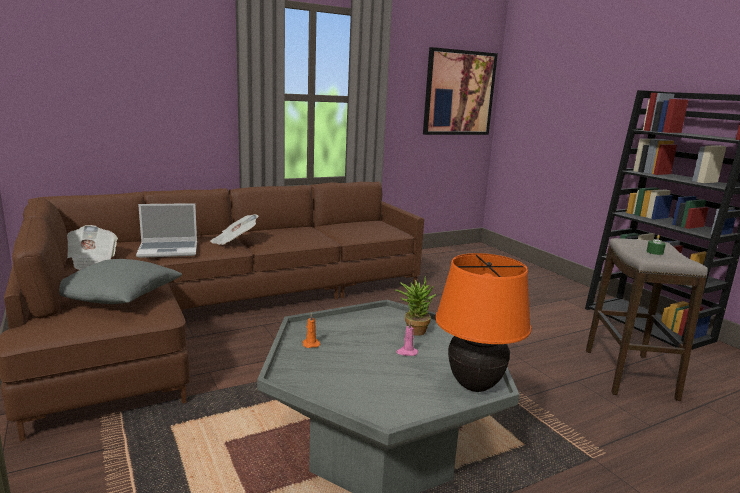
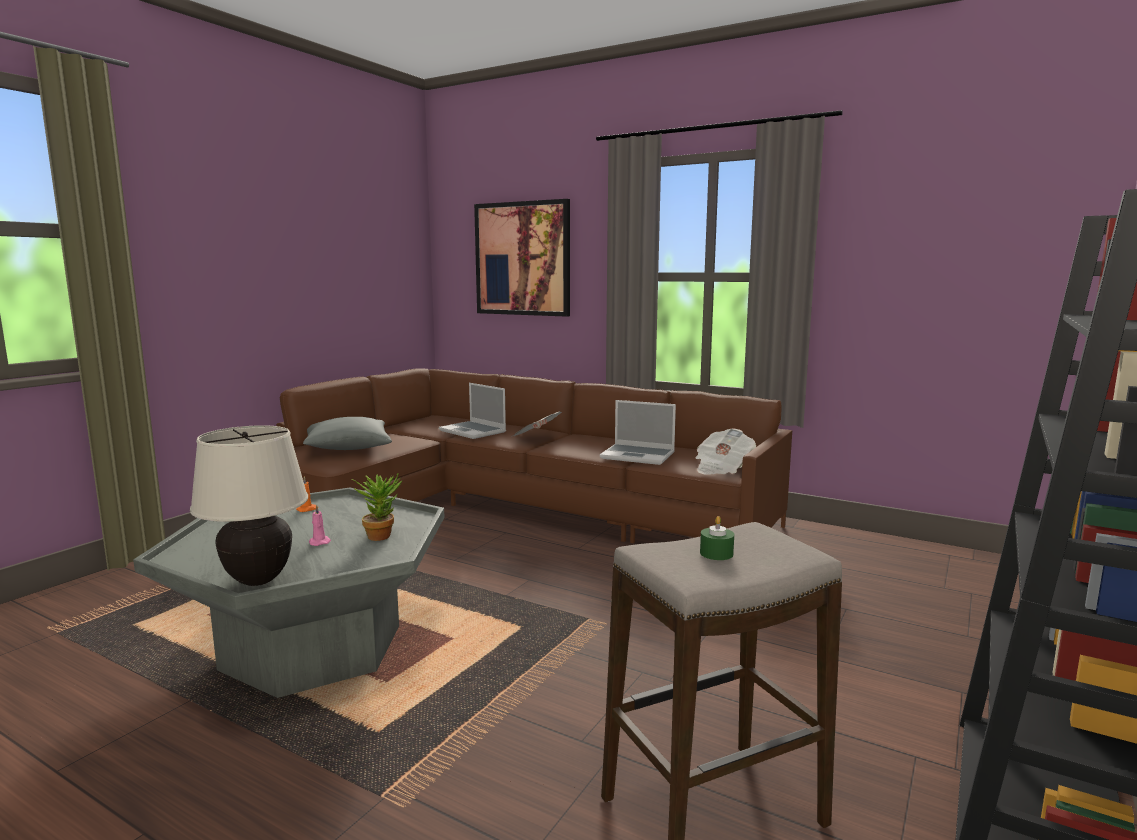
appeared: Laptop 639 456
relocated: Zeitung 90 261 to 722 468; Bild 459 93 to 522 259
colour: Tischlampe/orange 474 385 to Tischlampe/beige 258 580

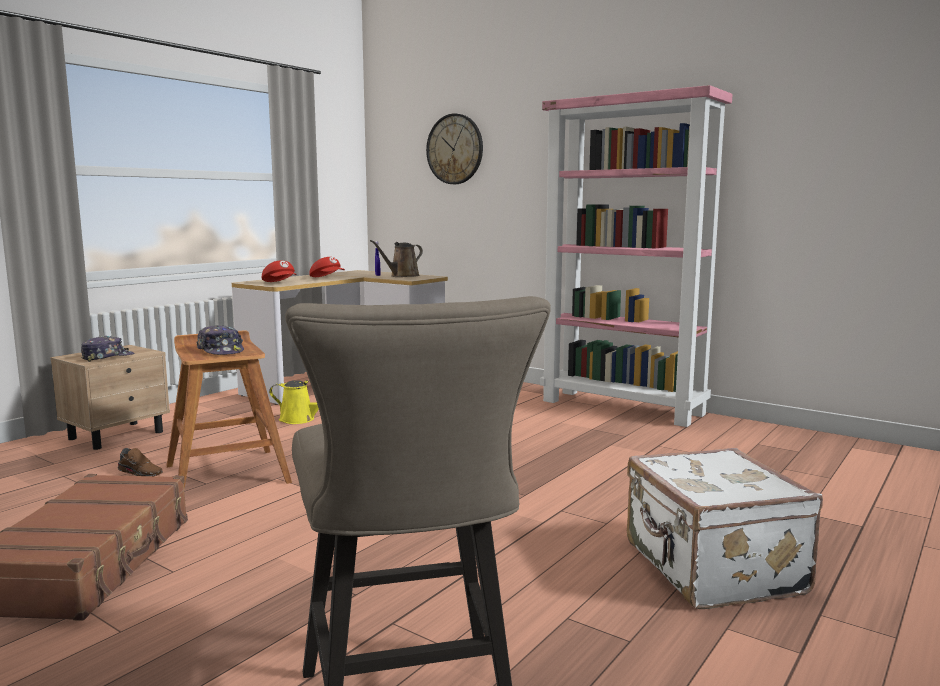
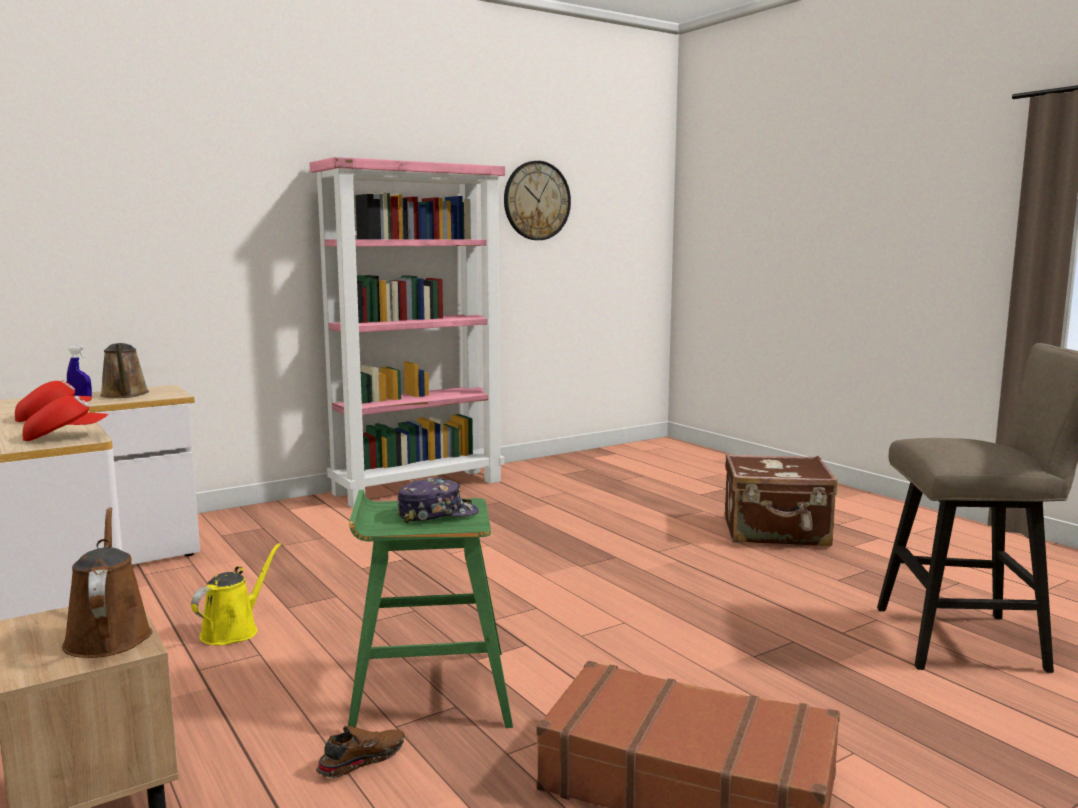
relocated: Wanduhr 455 149 to 536 200
exchanged: Kappe 107 357 to Gießkanne/braun 108 635
colour: Hocker/braun 227 473 to Hocker/grün 428 691; Koffer/weiß 711 569 to Koffer/braun 776 533

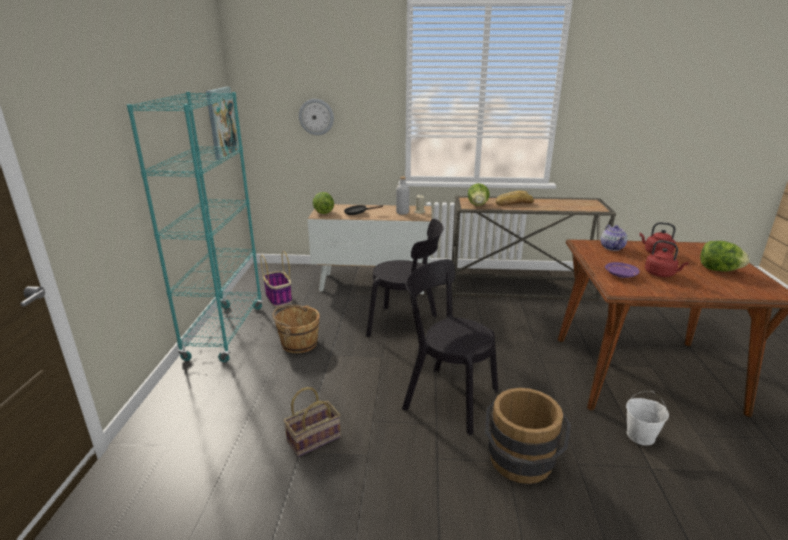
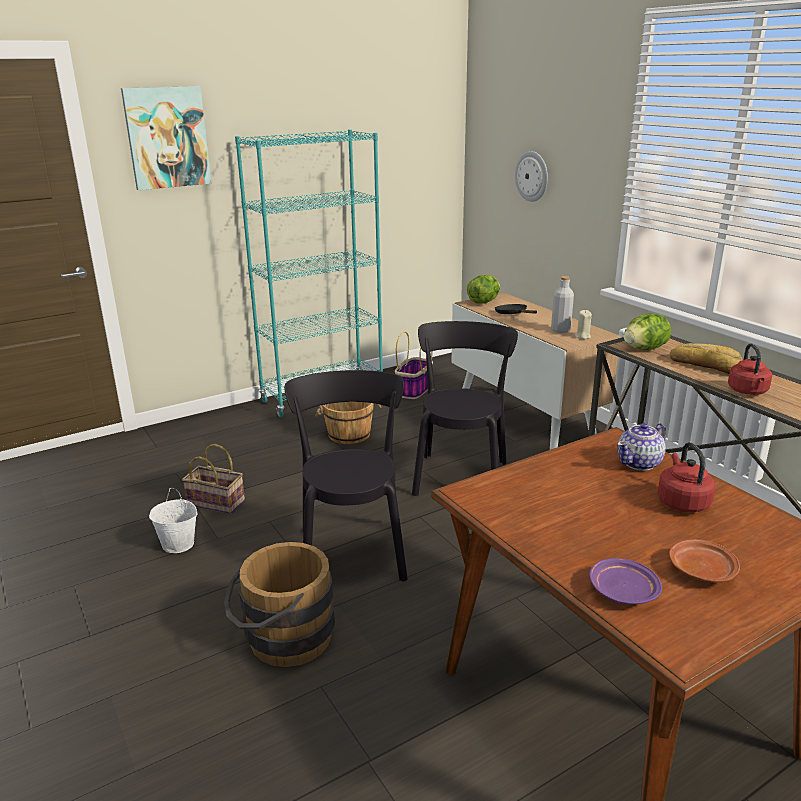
relocated: Bild 221 122 to 167 137; Teller/lila 620 275 to 622 591; Eimer/weiß 641 435 to 179 544; Wasserkessel/rot 661 274 to 748 391
exchanged: Salatkopf 718 270 to Teller/braun 701 570
spun: Stuhl/schwarz 406 326 = 461 475 150 degrees counterclockwise

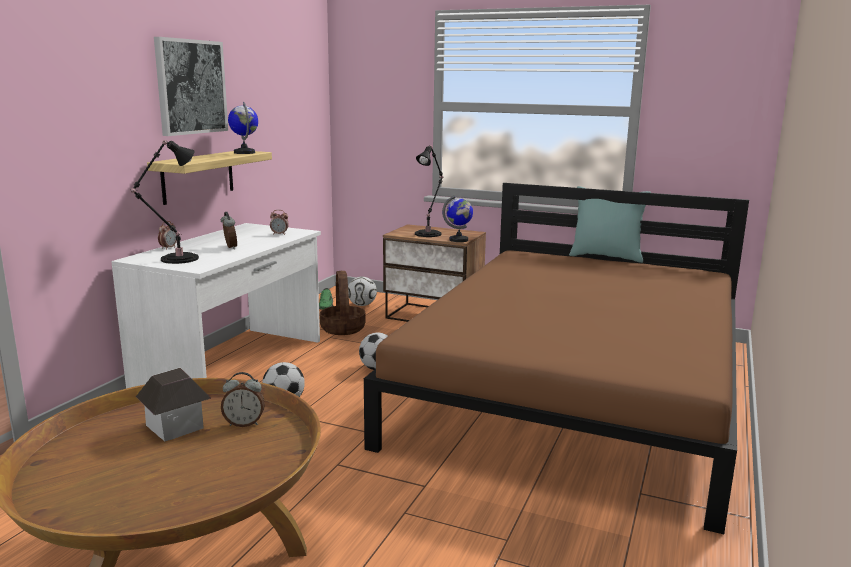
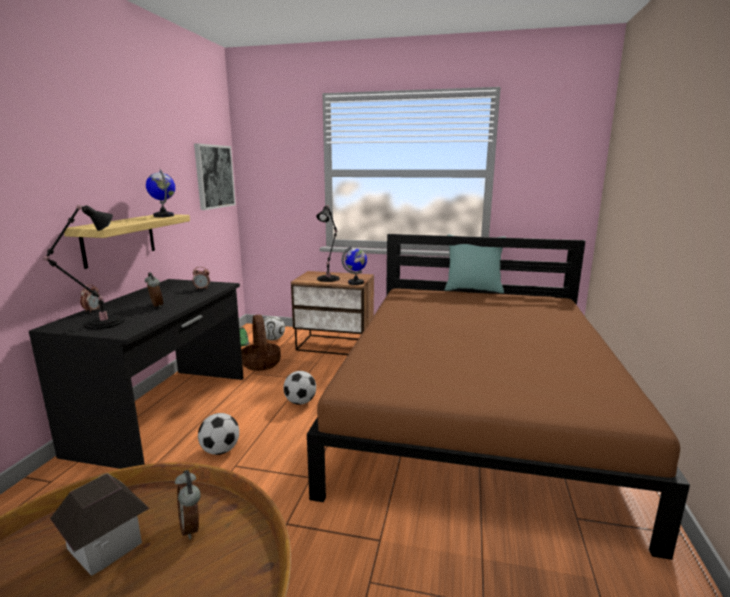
relocated: Bild 191 87 to 214 176
colour: Schreibtisch/weiß 234 365 to Schreibtisch/schwarz 166 412
spun: Wecker 244 423 = 192 527 75 degrees clockwise

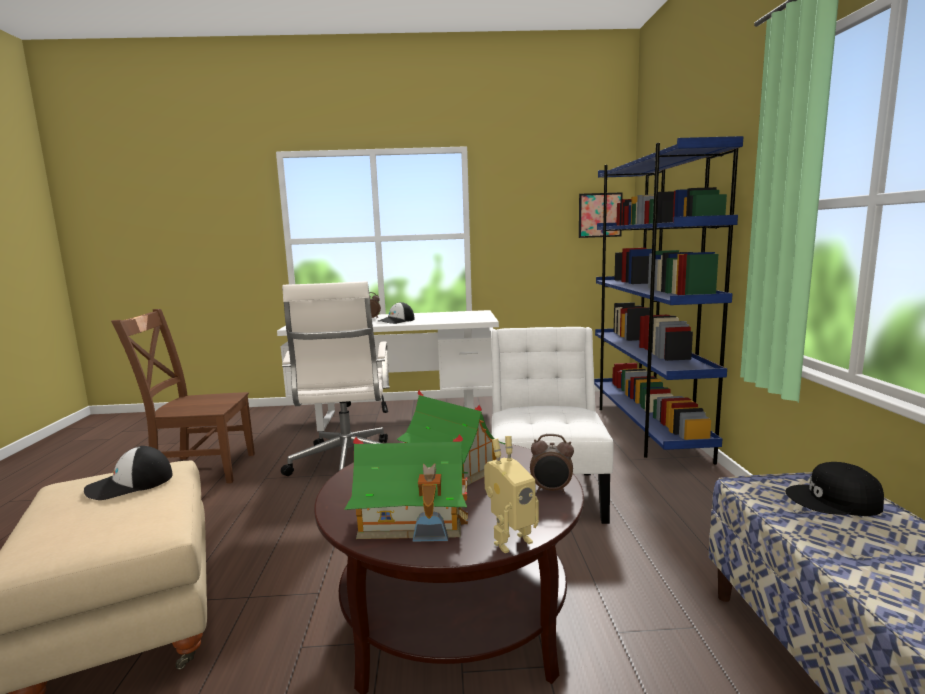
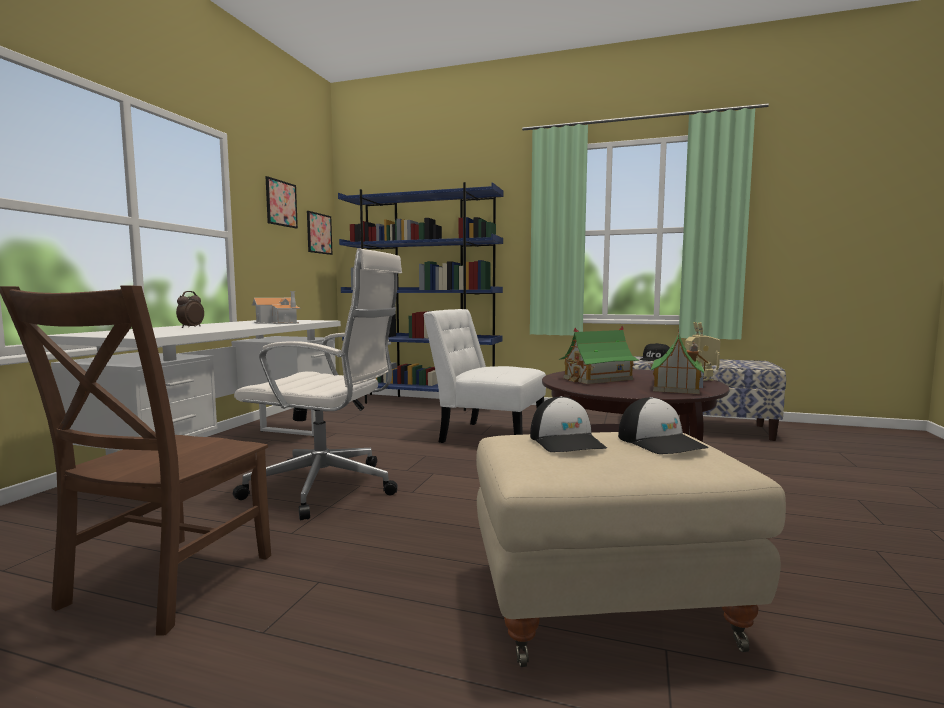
missing: Wecker 551 490
appeared: Spielzeughaus 279 323; Bild 281 203
relocated: Kappe 396 321 to 661 442

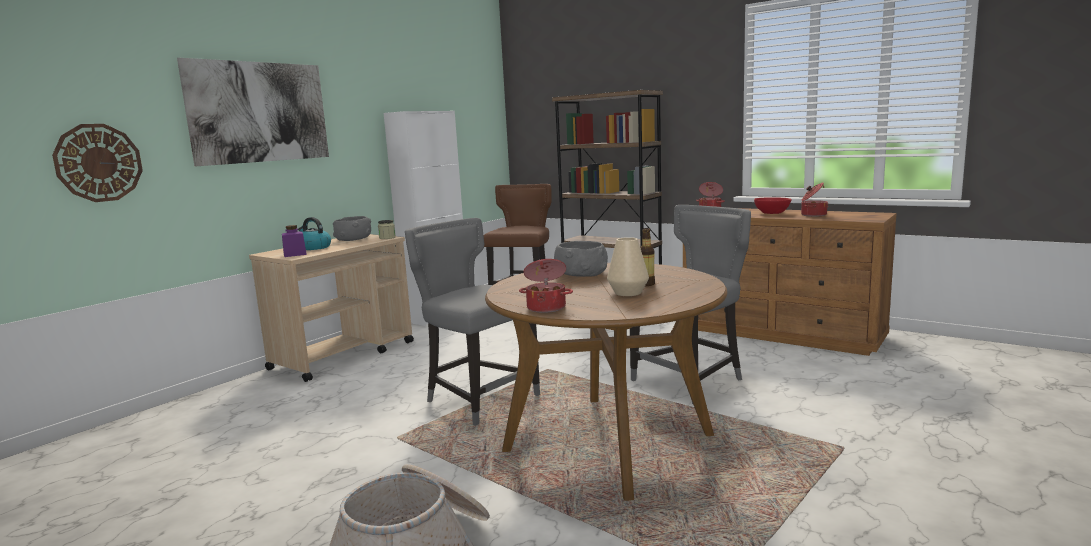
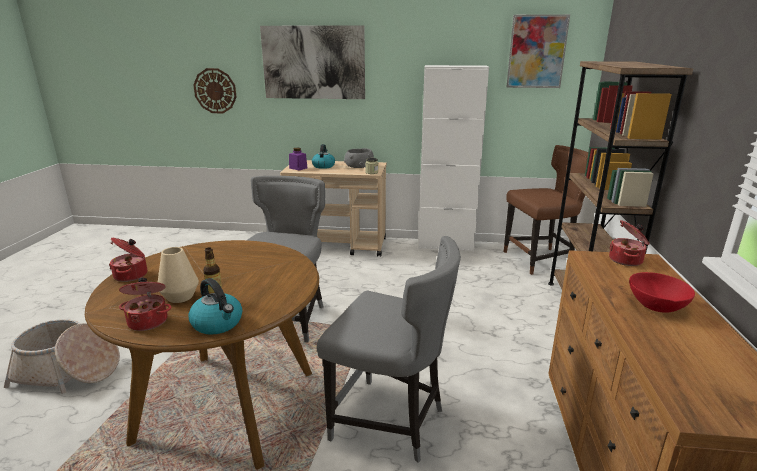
missing: Schüssel/grau 581 274
appeared: Wasserkessel 218 323; Bild 536 52
relocated: Kochtopf 813 215 to 149 321

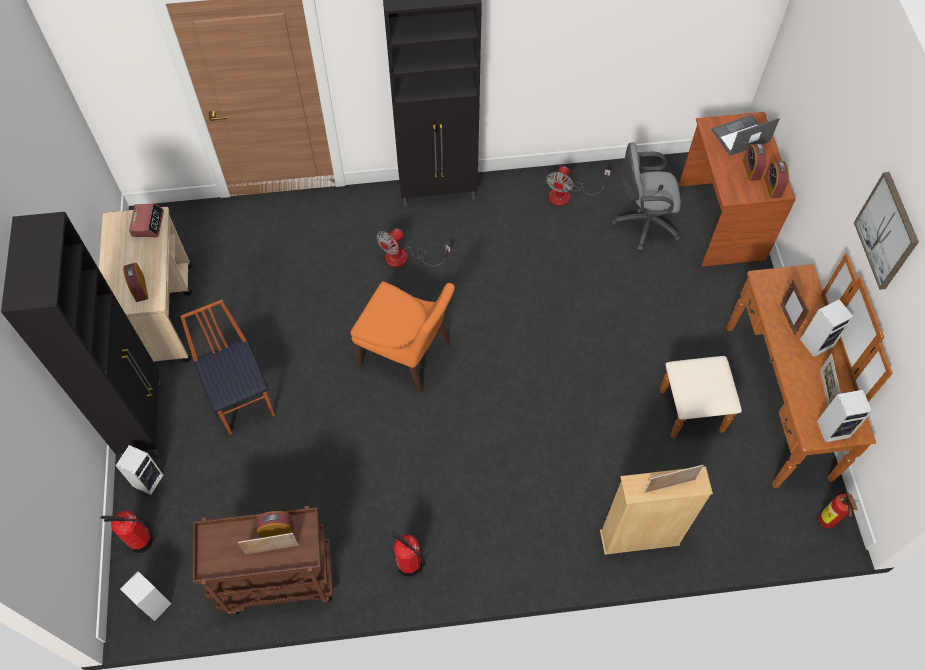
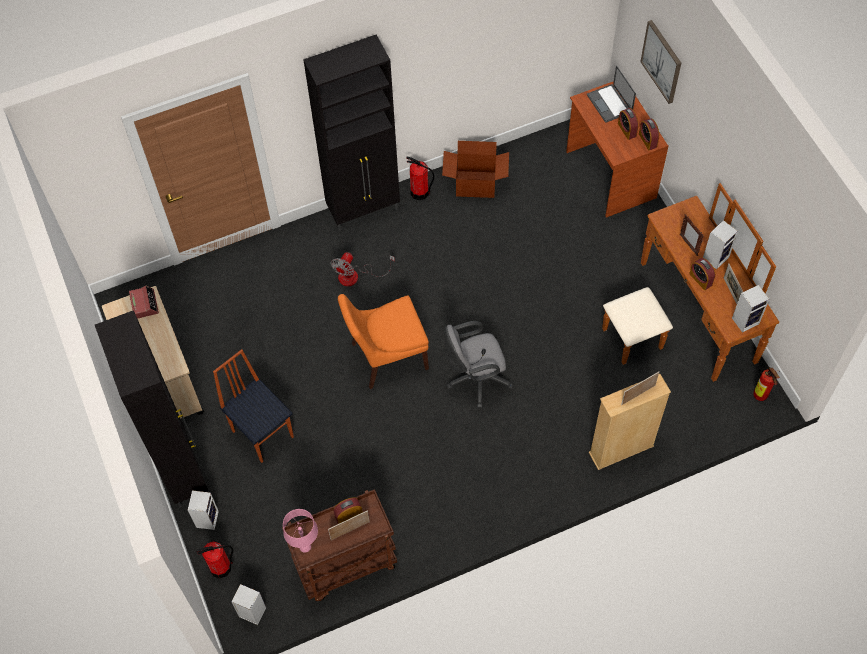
appeared: Tischlampe/rosa 305 546
relocated: Wecker 140 288 to 700 279; Feuerlöscher 409 564 to 420 192; Bürostuhl/grau 642 223 to 475 379; Bild 887 231 to 662 61
exchanged: Ventilator 567 195 to Karton 475 185
spun: Stuhl/orange 407 355 = 386 357 150 degrees clockwise; Laptop 740 136 = 610 103 75 degrees counterclockwise

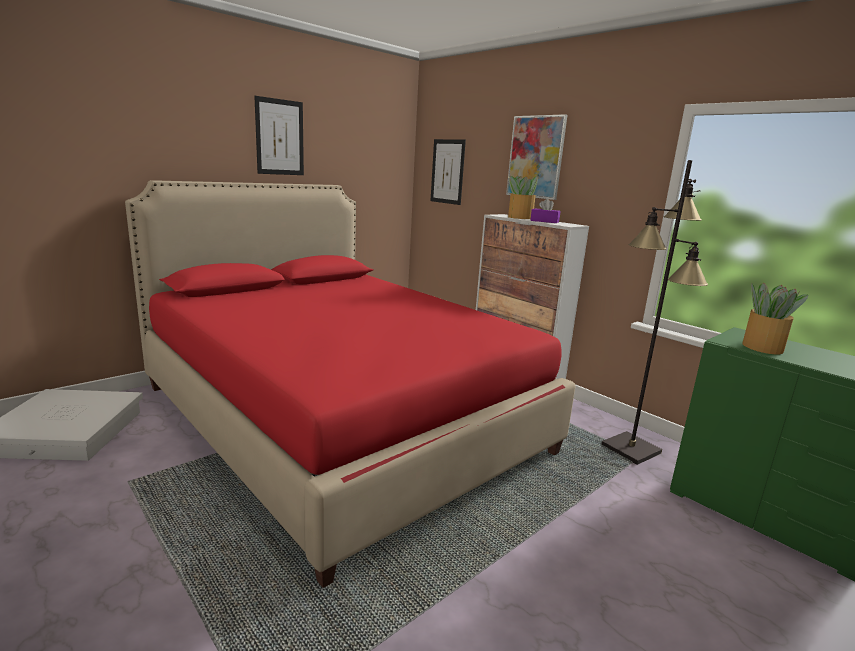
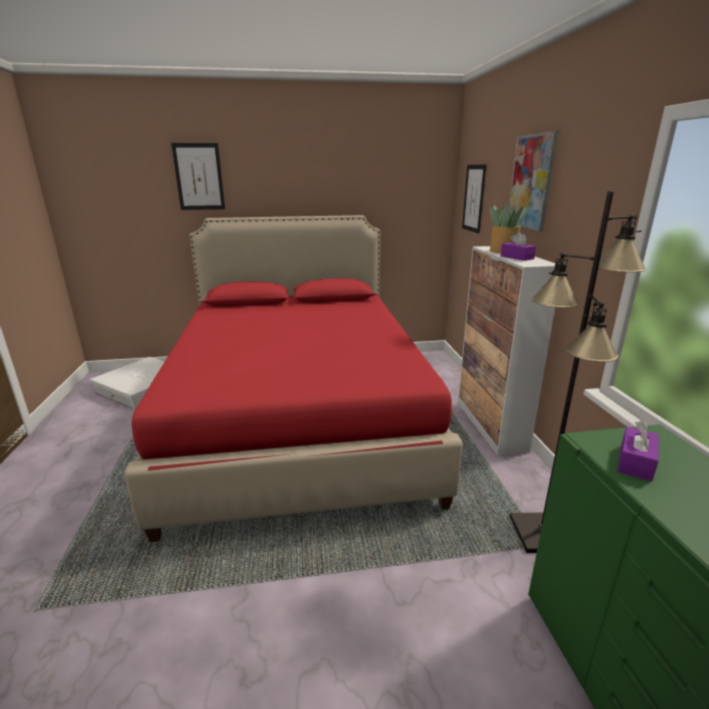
relocated: Bild 279 137 to 199 177
exchanged: Topfpflanze 762 347 to Taschentuchbox/lila 635 462

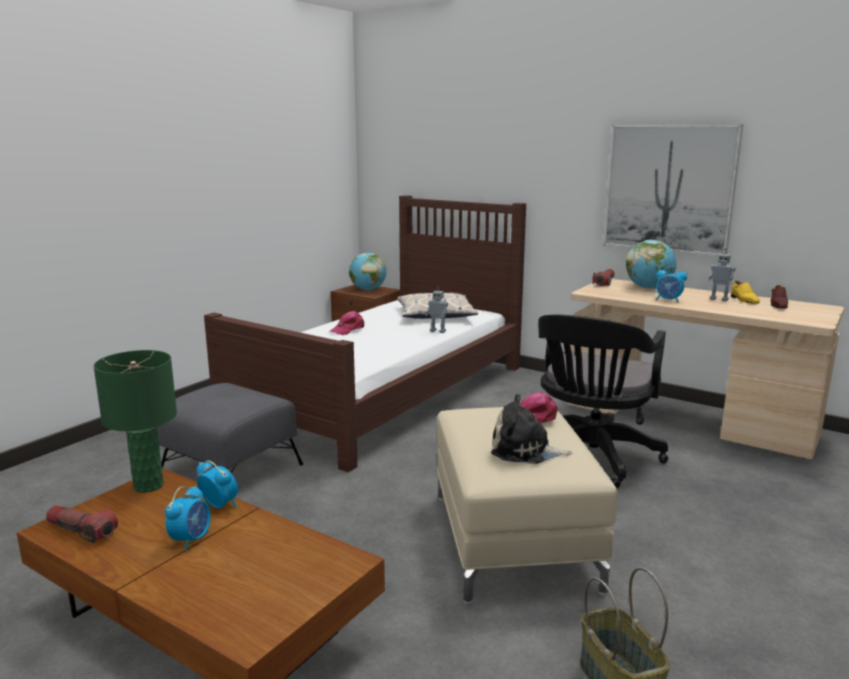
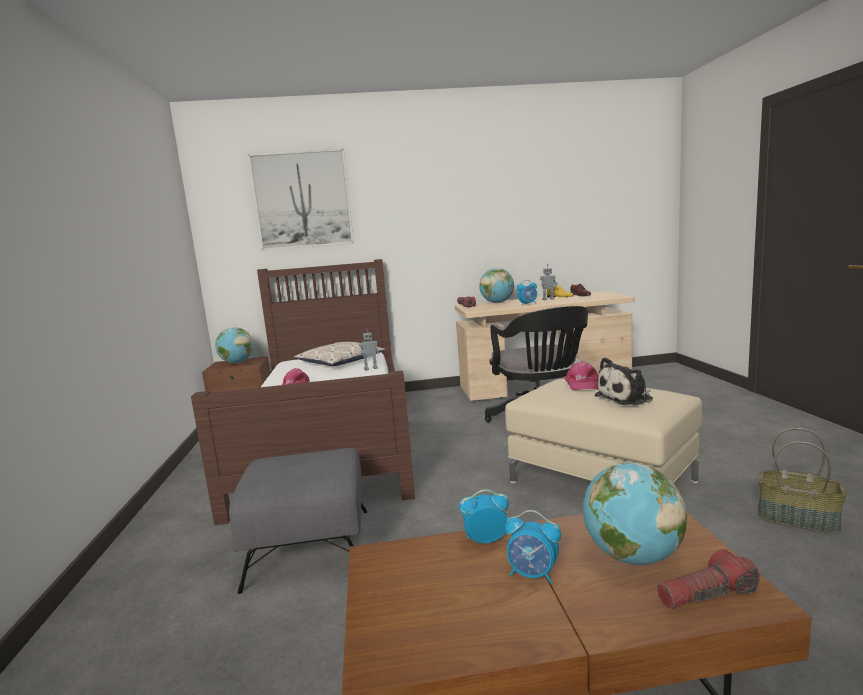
missing: Tischlampe/grün 149 486
appeared: Globus 632 556
relocated: Taschenlampe 82 531 to 706 594; Bild 669 188 to 302 200
spun: Wecker 191 539 = 533 574 135 degrees clockwise

